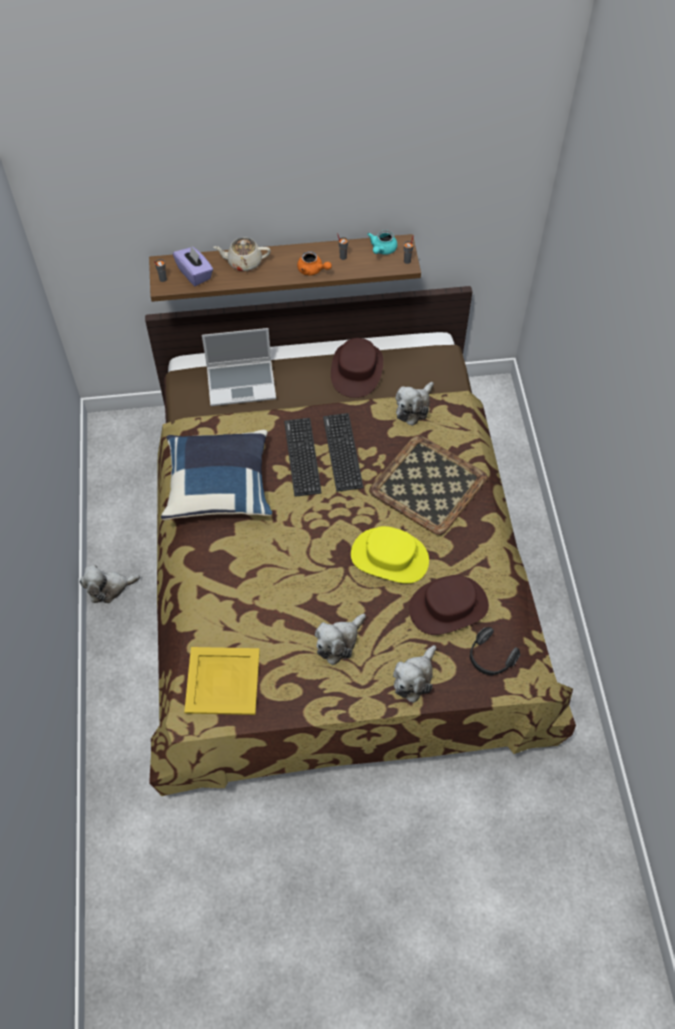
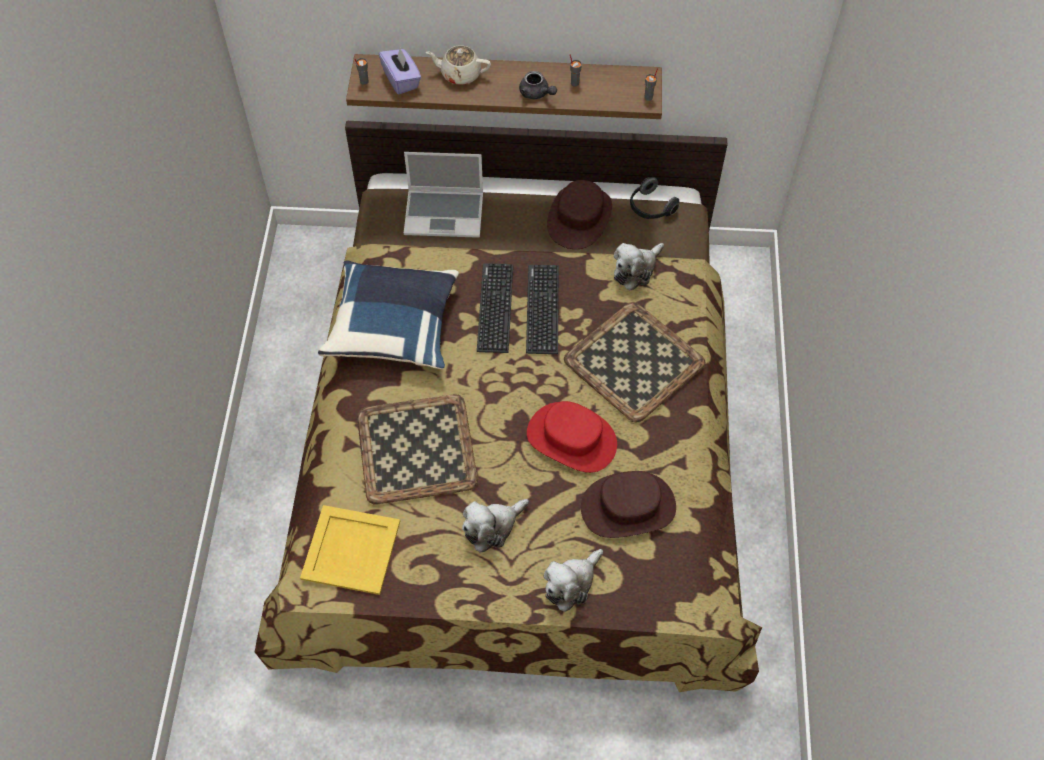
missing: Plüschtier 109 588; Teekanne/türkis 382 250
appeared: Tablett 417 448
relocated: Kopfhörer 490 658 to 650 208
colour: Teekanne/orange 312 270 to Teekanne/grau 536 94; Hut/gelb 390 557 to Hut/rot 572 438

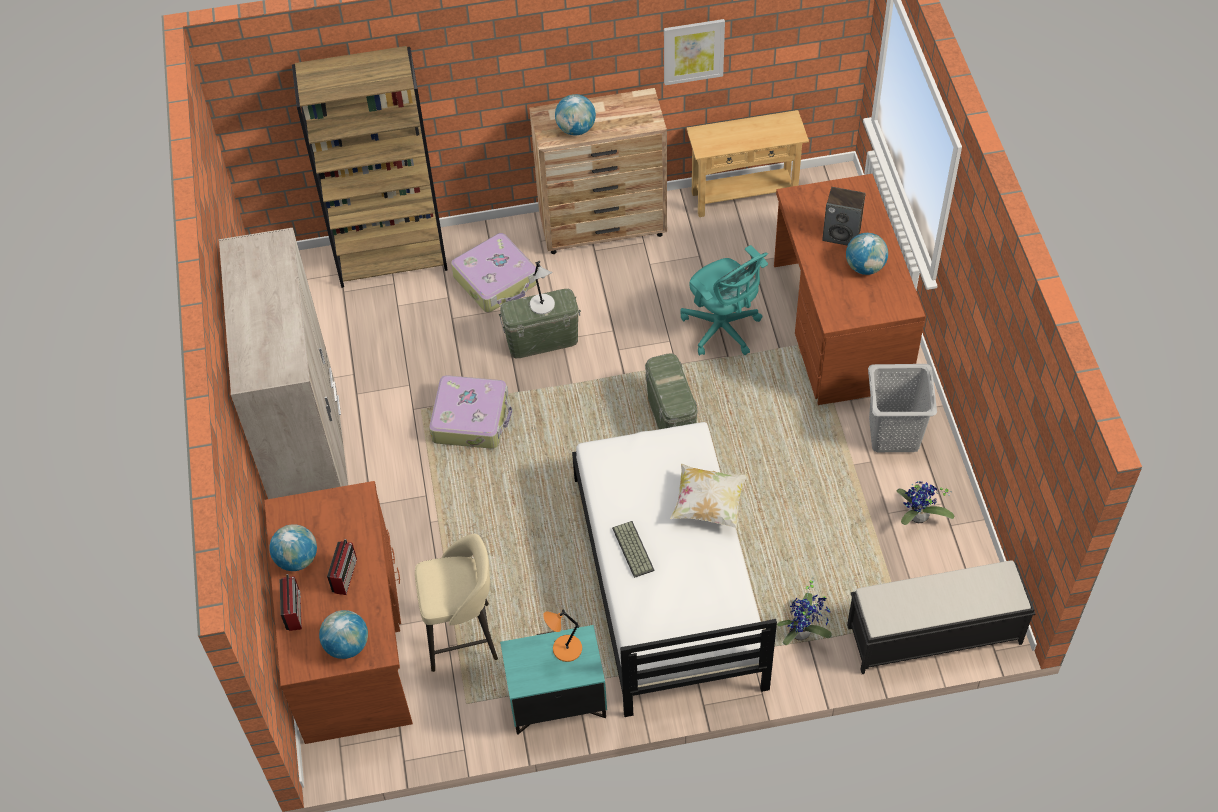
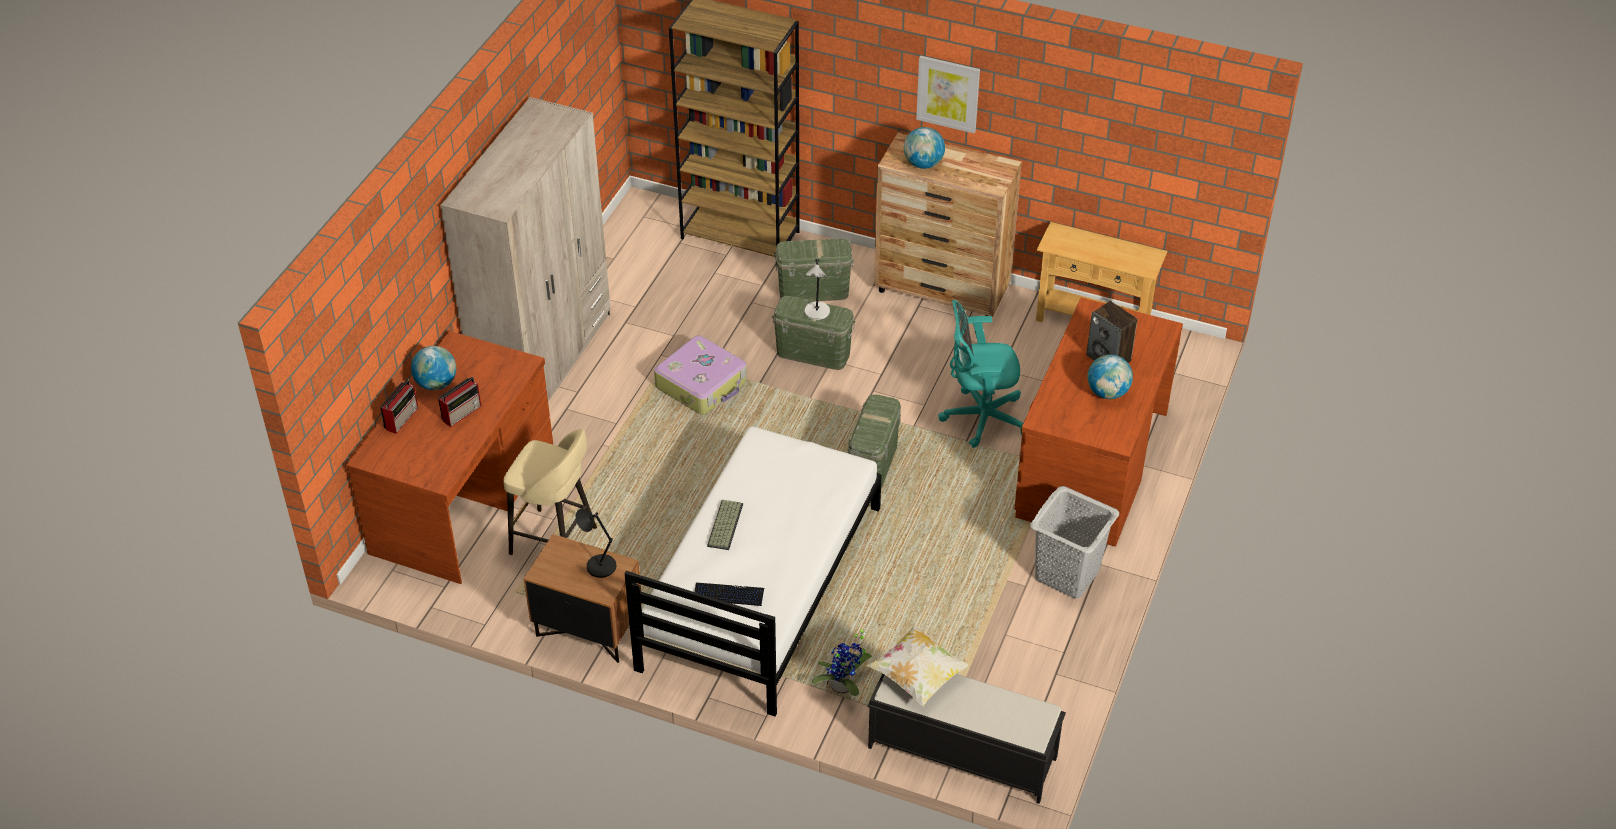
missing: Globus 347 645; Topfpflanze 917 518
appeared: Tastatur 728 595
relocated: Bild 693 51 to 948 93; Kissen 708 505 to 917 676
exchanged: Koffer 496 280 to Aufbewahrungsbox/grün 814 291
colour: Nachttisch/türkis 556 702 to Nachttisch/braun 588 629; Tischlampe/orange 565 649 to Tischlampe/schwarz 599 566
spun: Bürostuhl/türkis 723 329 = 980 418 90 degrees clockwise

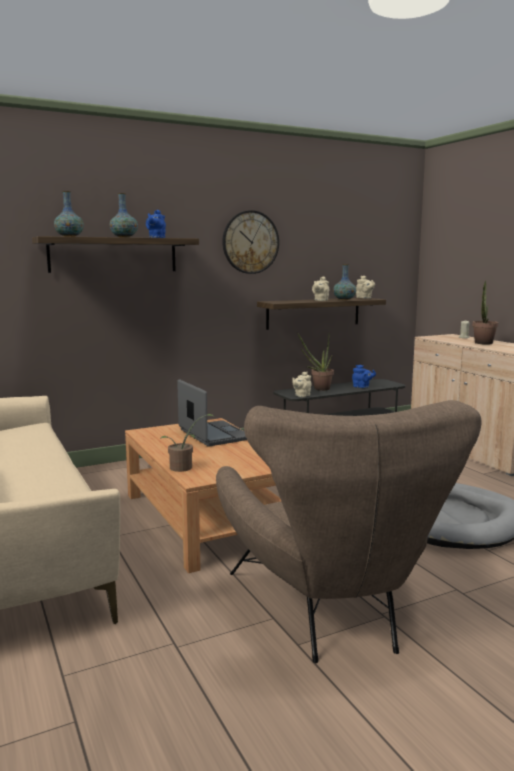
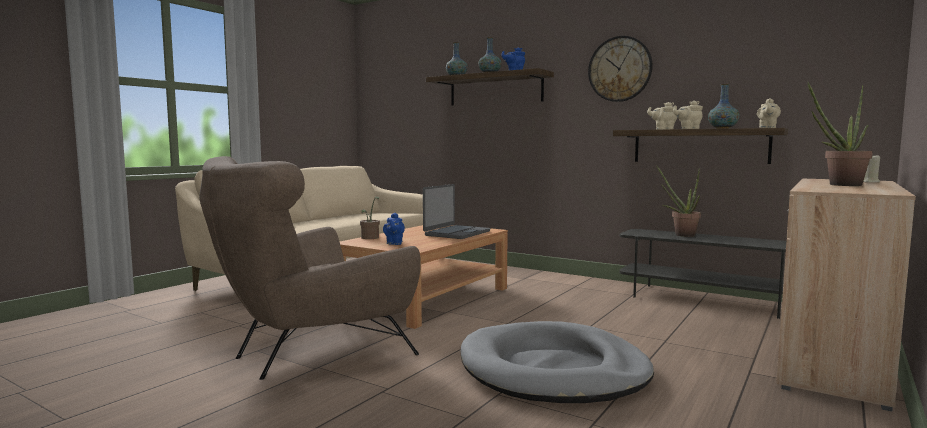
relocated: Teekanne/beige 301 395 to 663 129; Teekanne/blau 362 387 to 394 243

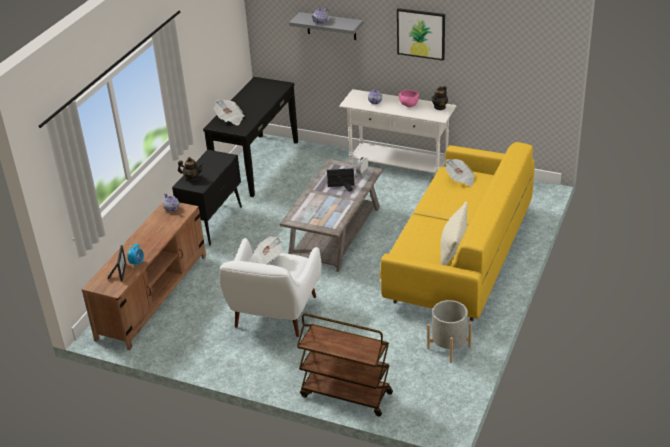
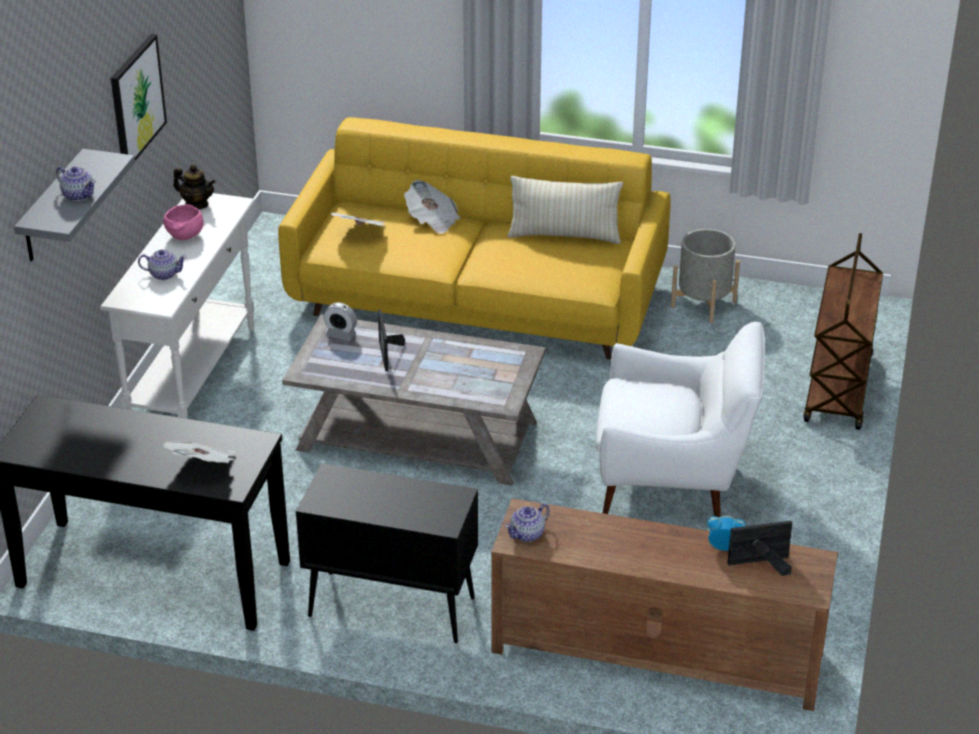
missing: Teekanne 192 178
relocated: Zeitung 266 260 to 432 219

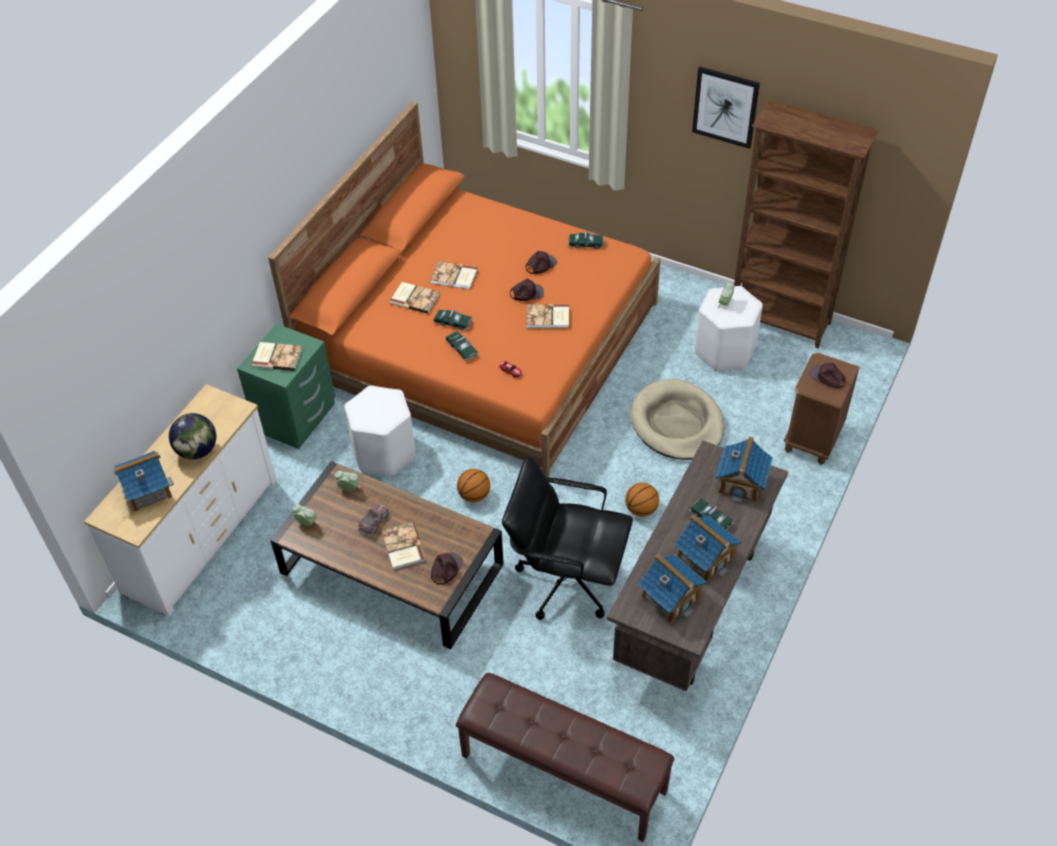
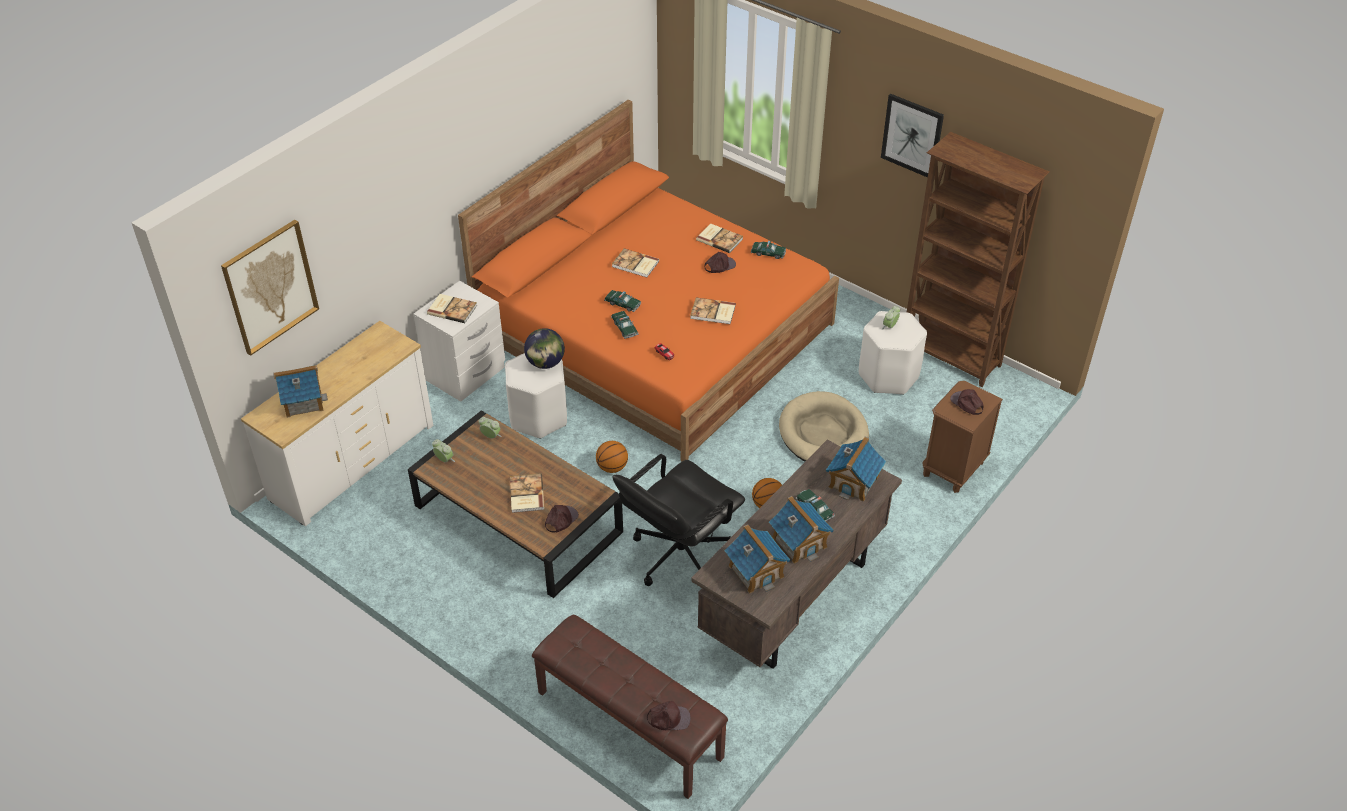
missing: Spielzeuglaster 374 523
appeared: Bild 270 287
relocated: Globus 197 451 to 545 363; Buch 415 298 to 719 239; Kappe/braun 526 293 to 668 718
colour: Nachttisch/grün 296 418 to Nachttisch/weiß 466 374
spun: Bürostuhl/schwarz 566 579 = 679 555 75 degrees counterclockwise

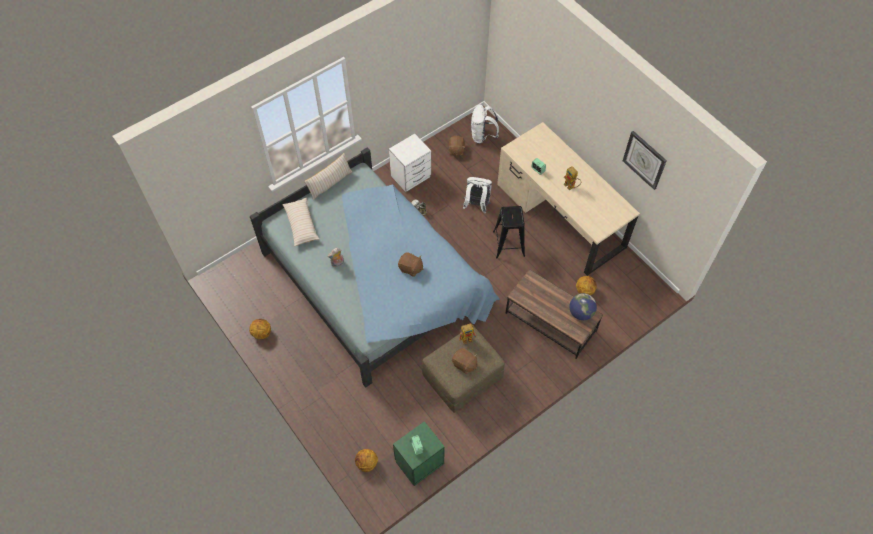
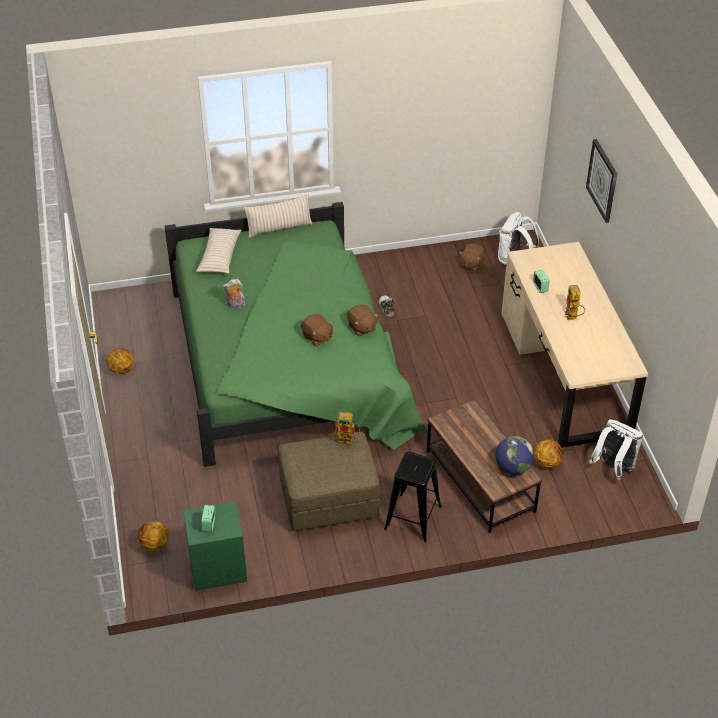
missing: Nachttisch/weiß 411 176
relocated: Plüschtier/braun 464 364 to 362 328; Rucksack/weiß 476 205 to 613 468; Hocker/schwarz 508 244 to 413 517; Wanduhr 644 160 to 602 180
colour: Bett/blau 377 281 to Bett/grün 289 364

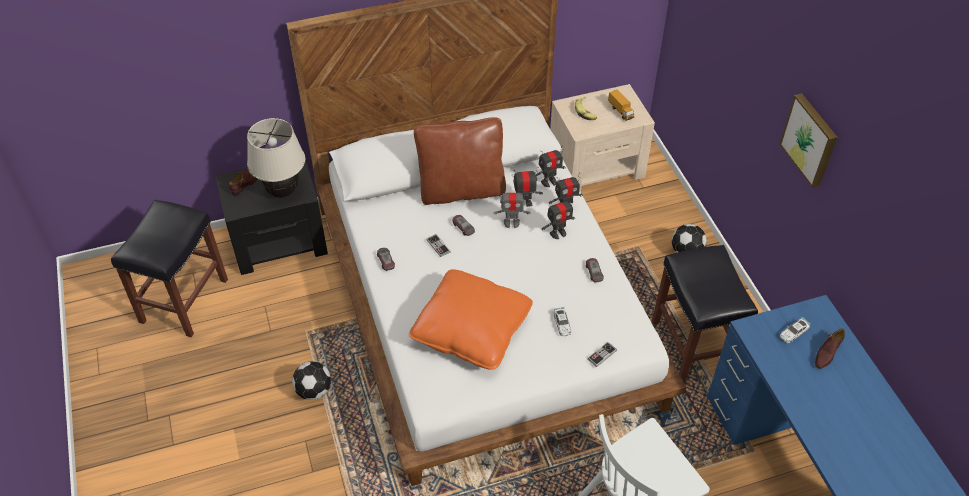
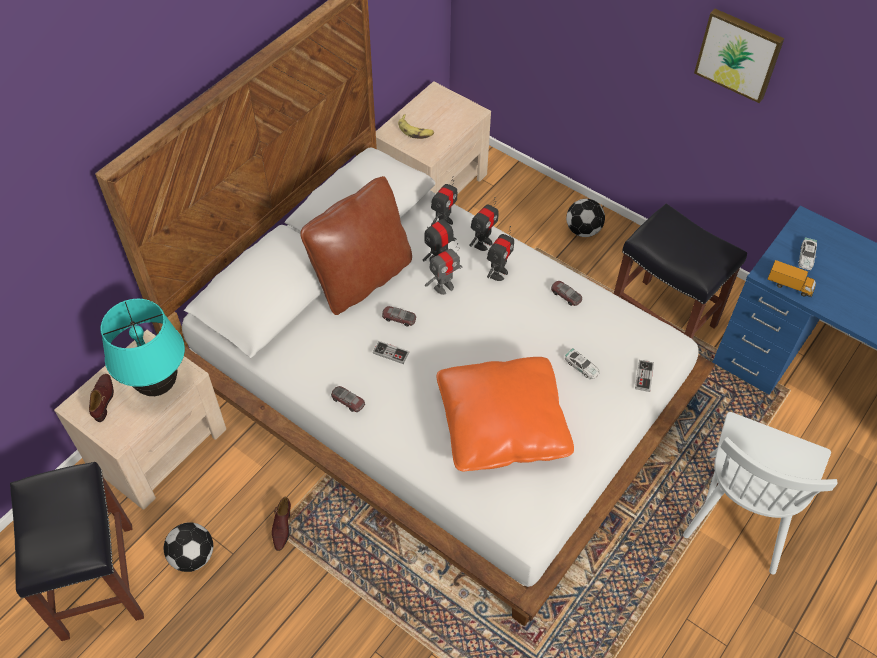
relocated: Fußball 314 390 to 192 556; Spielzeuglaster 620 111 to 789 286; Schuh/braun 827 353 to 282 527
colour: Nachttisch/schwarz 279 241 to Nachttisch/beige 157 445; Tischlampe/beige 283 191 to Tischlampe/türkis 158 385

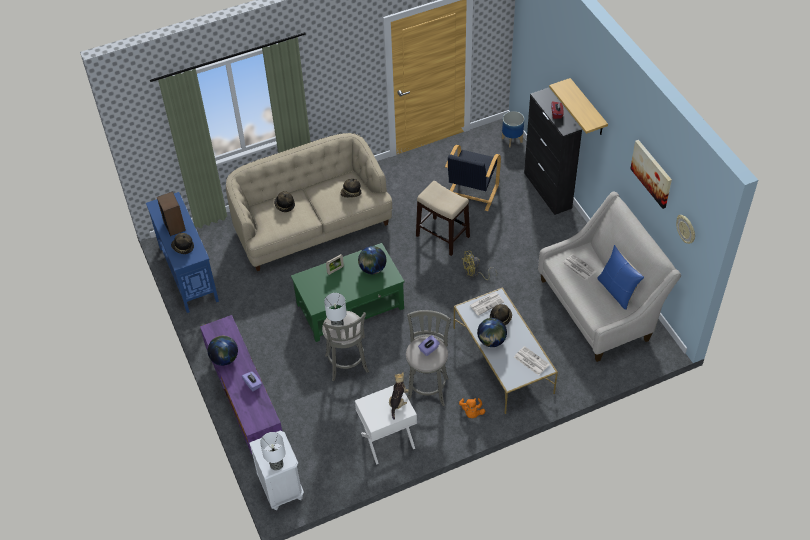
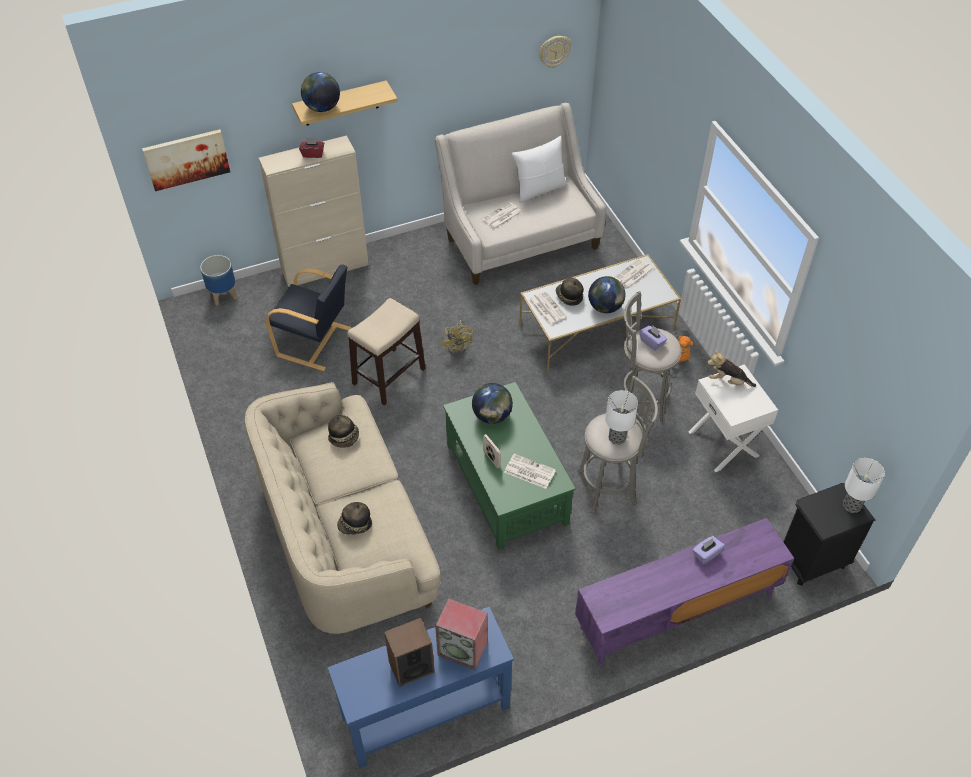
appeared: Zeitung 529 471
relocated: Globus 225 358 to 322 108; Bild 652 173 to 186 159
exchanged: Hut 183 247 to Lautsprecher 463 649
colour: Nachttisch/weiß 281 488 to Nachttisch/schwarz 811 560; Schrank/schwarz 547 190 to Schrank/beige 325 267; Kissen/blau 617 291 to Kissen/weiß 539 189

